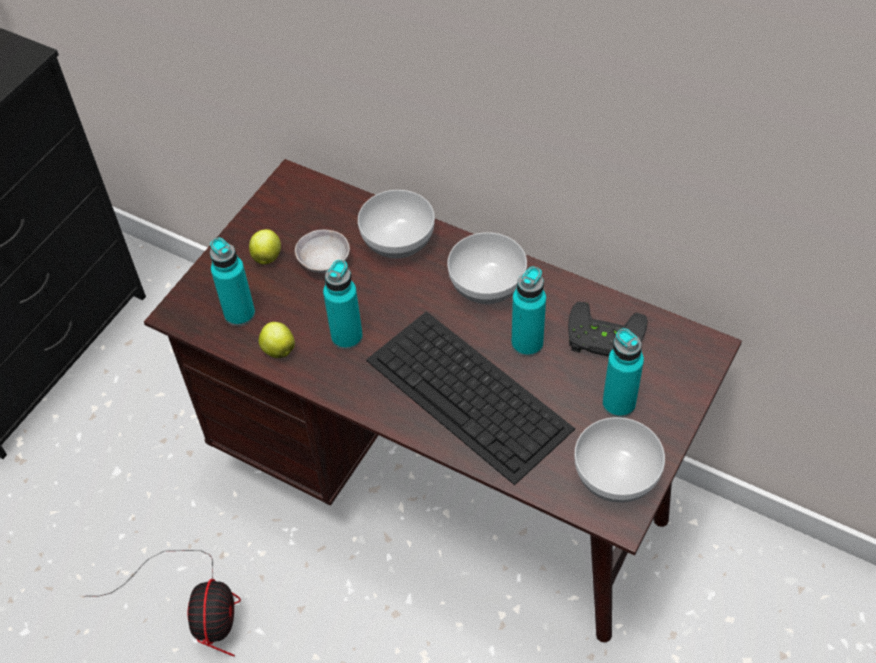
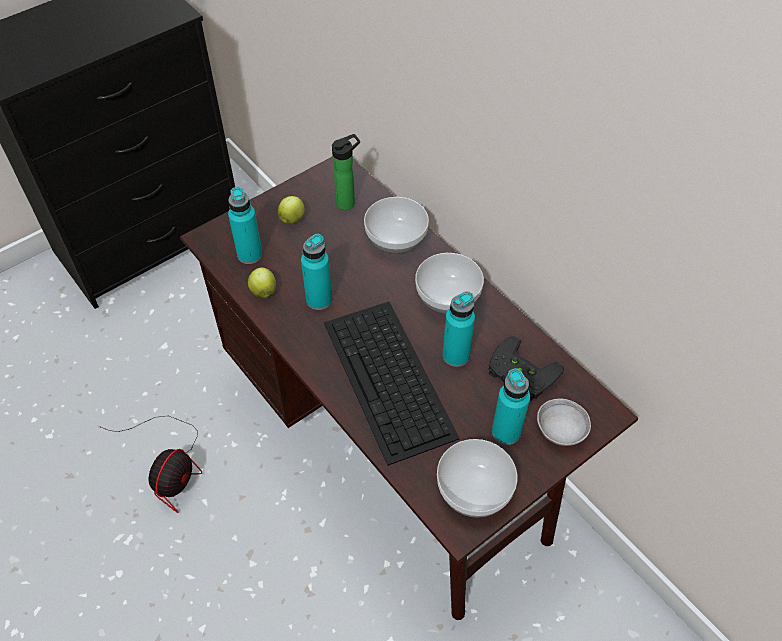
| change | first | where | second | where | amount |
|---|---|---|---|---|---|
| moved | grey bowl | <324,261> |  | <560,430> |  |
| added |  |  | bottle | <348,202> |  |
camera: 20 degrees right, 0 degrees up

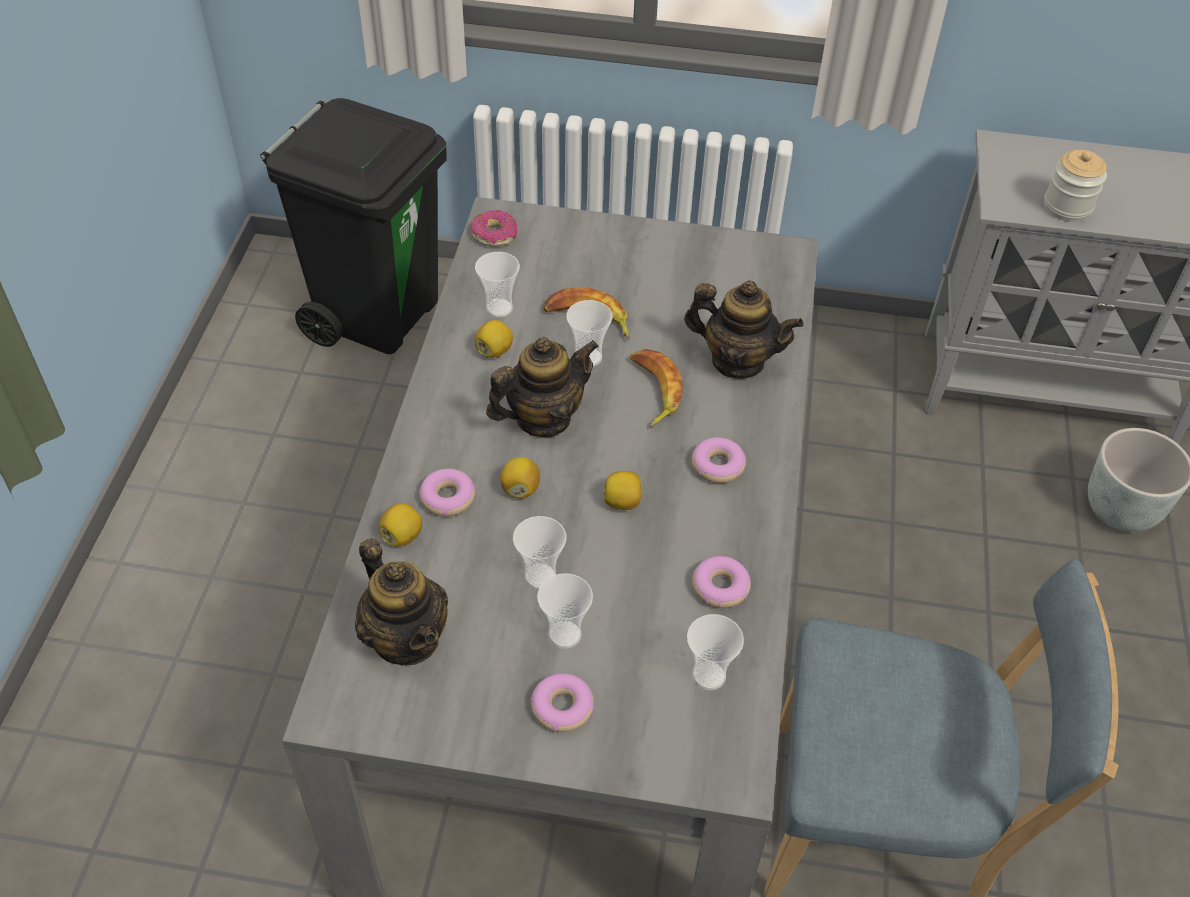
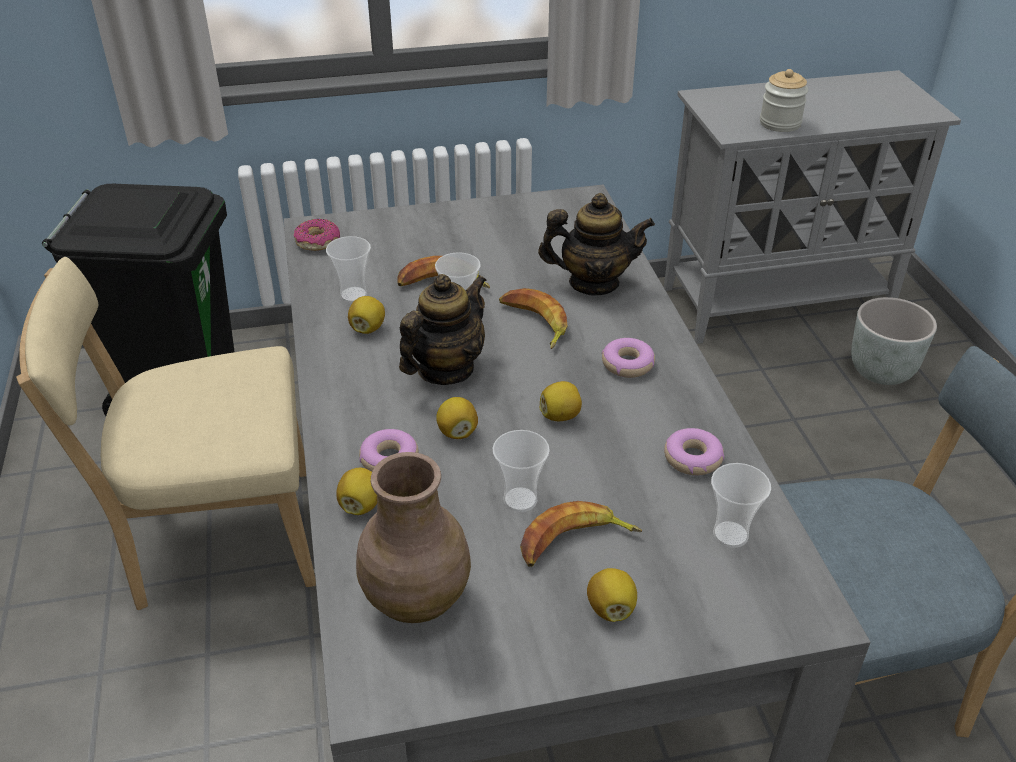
| change | first | where | second | where | amount |
|---|---|---|---|---|---|
| replaced | teapot | <406,639> | brown vase | <416,597> |  |
| replaced | donut | <562,707> | lemon | <611,608> |  |
| replaced | cup | <564,634> | banana | <574,542> |  |
| added |  |  | beige chair | <216,539> |  |
camera: 20 degrees left, 10 degrees down

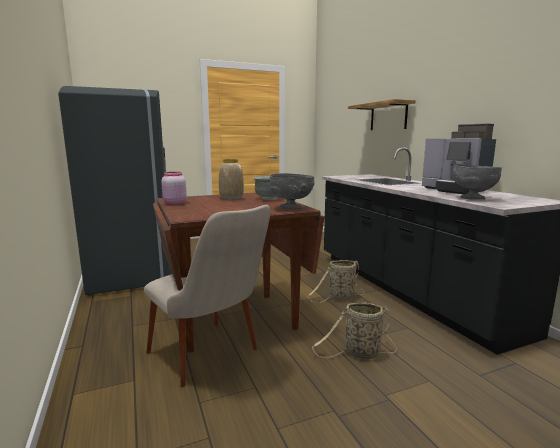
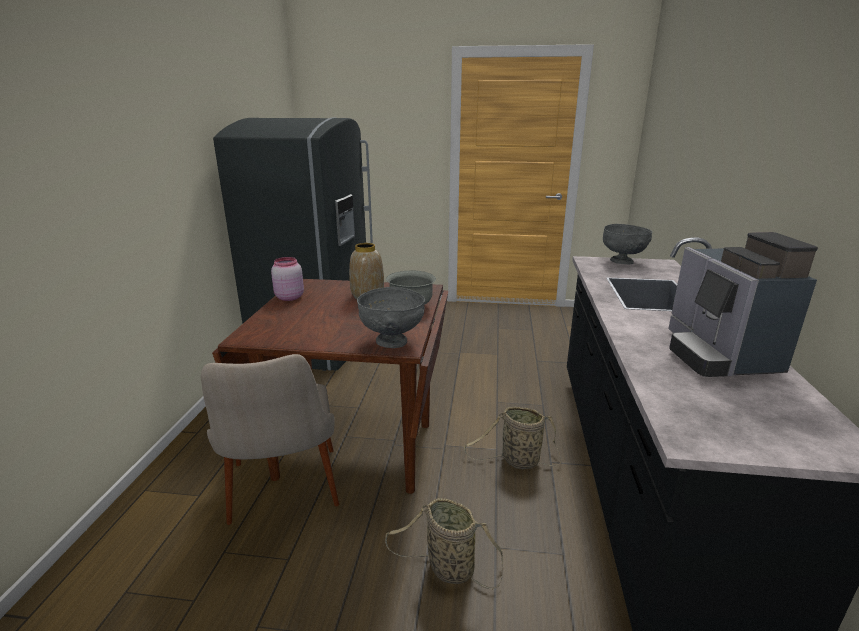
| change | first | where | second | where | amount |
|---|---|---|---|---|---|
| removed | shelf | <388,116> |  |  |  |
| moved | grey bowl | <473,199> |  | <622,262> |  |
camera: 30 degrees right, 10 degrees up

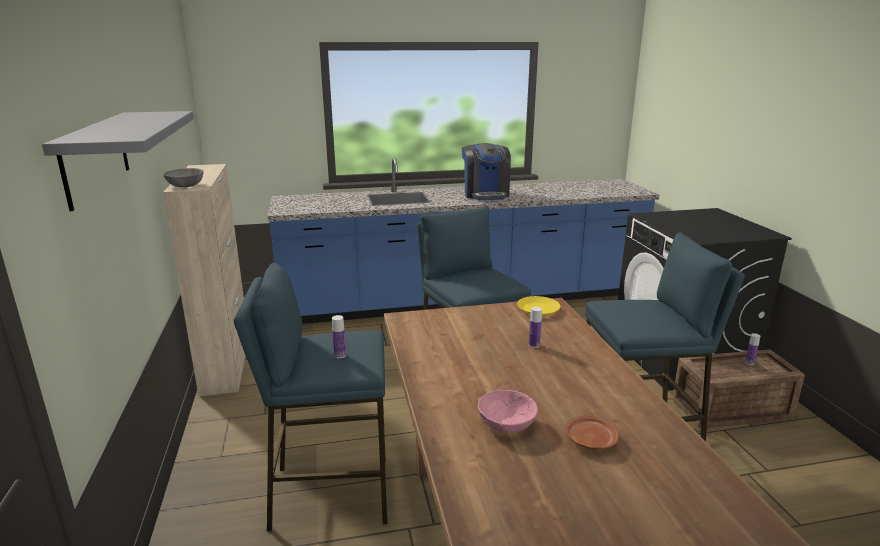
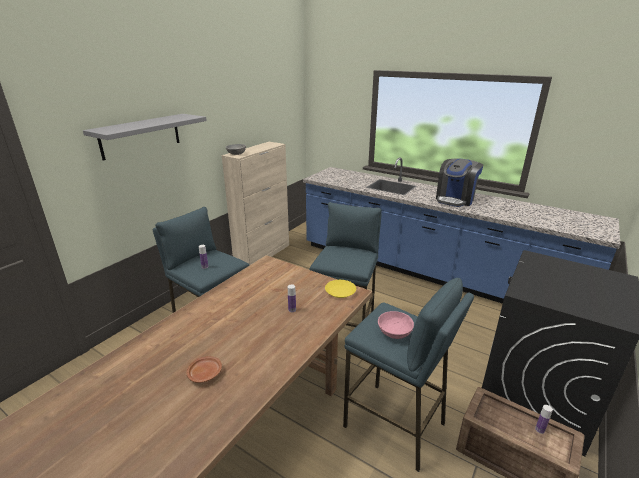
| change | first | where | second | where | amount |
|---|---|---|---|---|---|
| moved | pink bowl | <506,423> |  | <394,332> |  |
camera: 45 degrees right, 5 degrees up

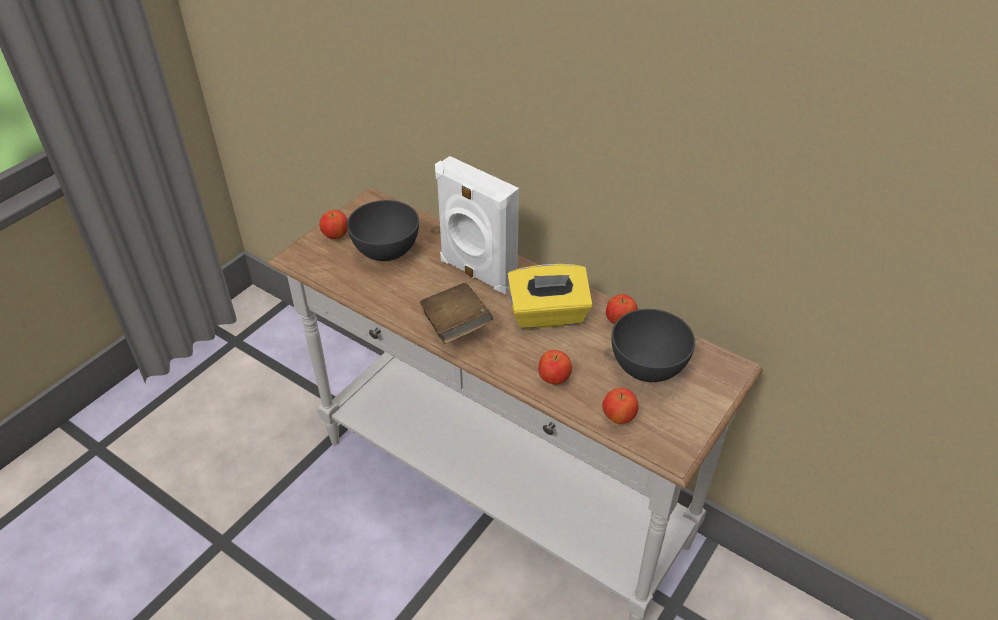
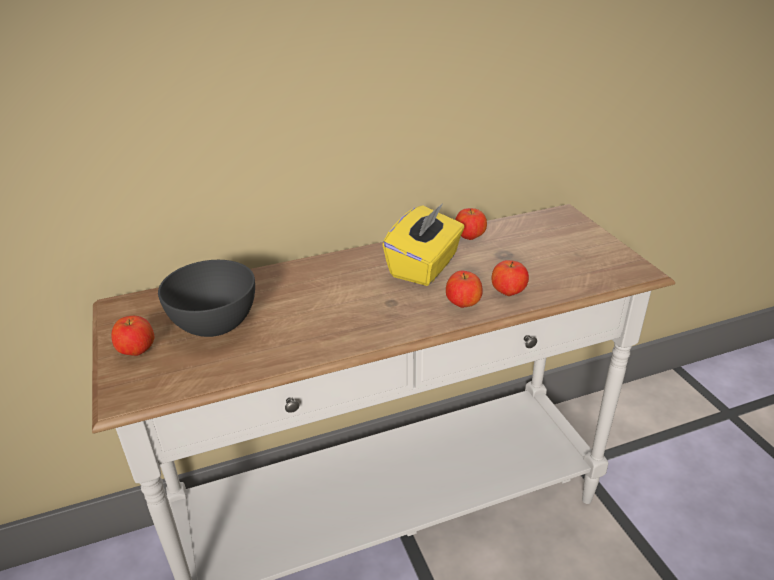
| change | first | where | second | where | amount |
|---|---|---|---|---|---|
| removed | brown book | <455,326> |  |  |  |
| removed | white speaker | <476,273> |  |  |  |
| moved | apple | <618,417> |  | <463,304> |  |
| removed | grey bowl | <647,367> |  |  |  |
camera: 55 degrees left, 10 degrees down

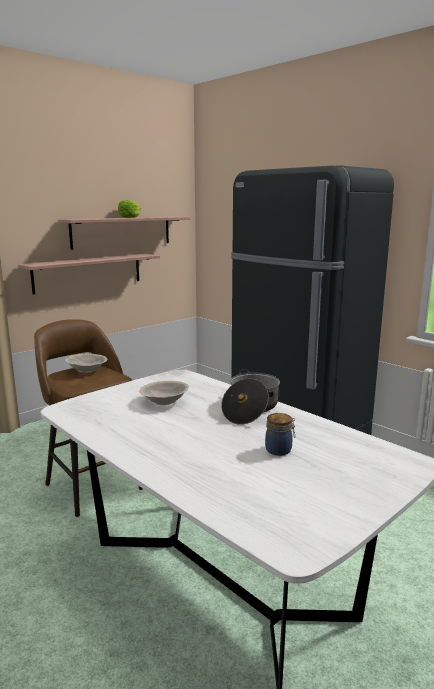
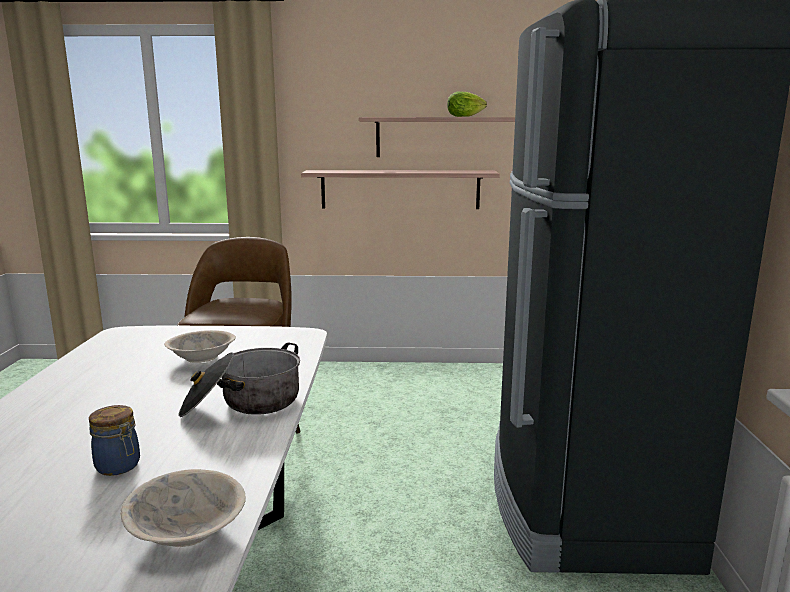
| change | first | where | second | where | amount |
|---|---|---|---|---|---|
| moved | beige bowl | <86,370> |  | <187,531> |  |
camera: 45 degrees right, 0 degrees up

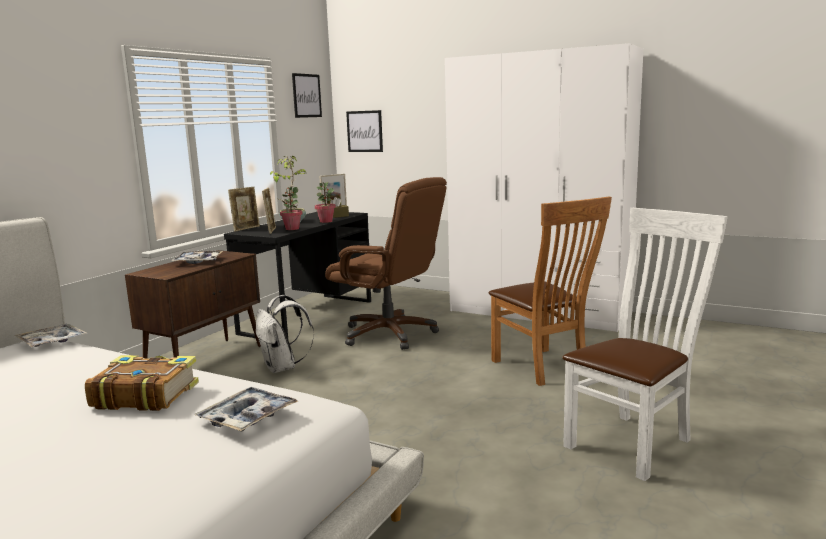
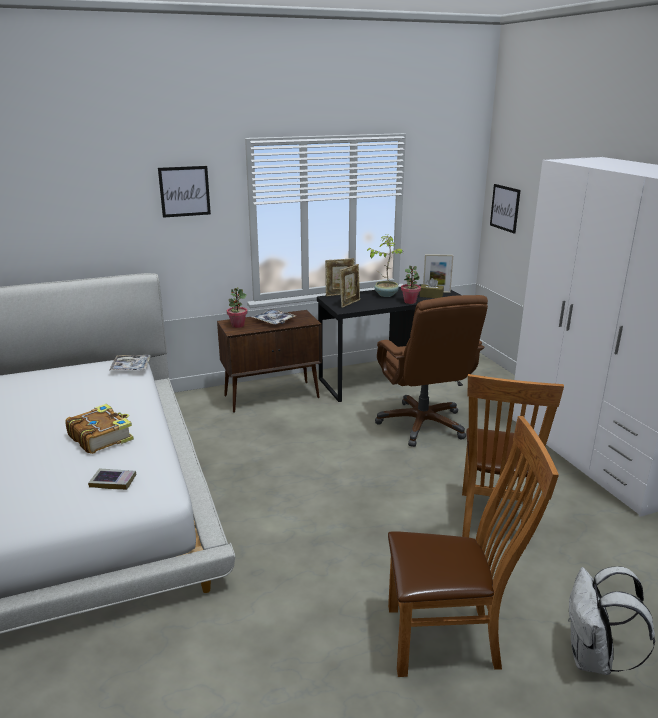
| change | first | where | second | where | amount |
|---|---|---|---|---|---|
| replaced | tray | <247,417> | book | <113,481> |  |
| moved | white backpack | <282,368> |  | <593,658> |  |
| moved | potted plant | <292,229> |  | <237,325> |  |
| moved | picture | <306,95> |  | <184,191> |  |
| recoloured | white chair | <634,442> | brown chair | <450,638> |  |
camera: 40 degrees right, 10 degrees up

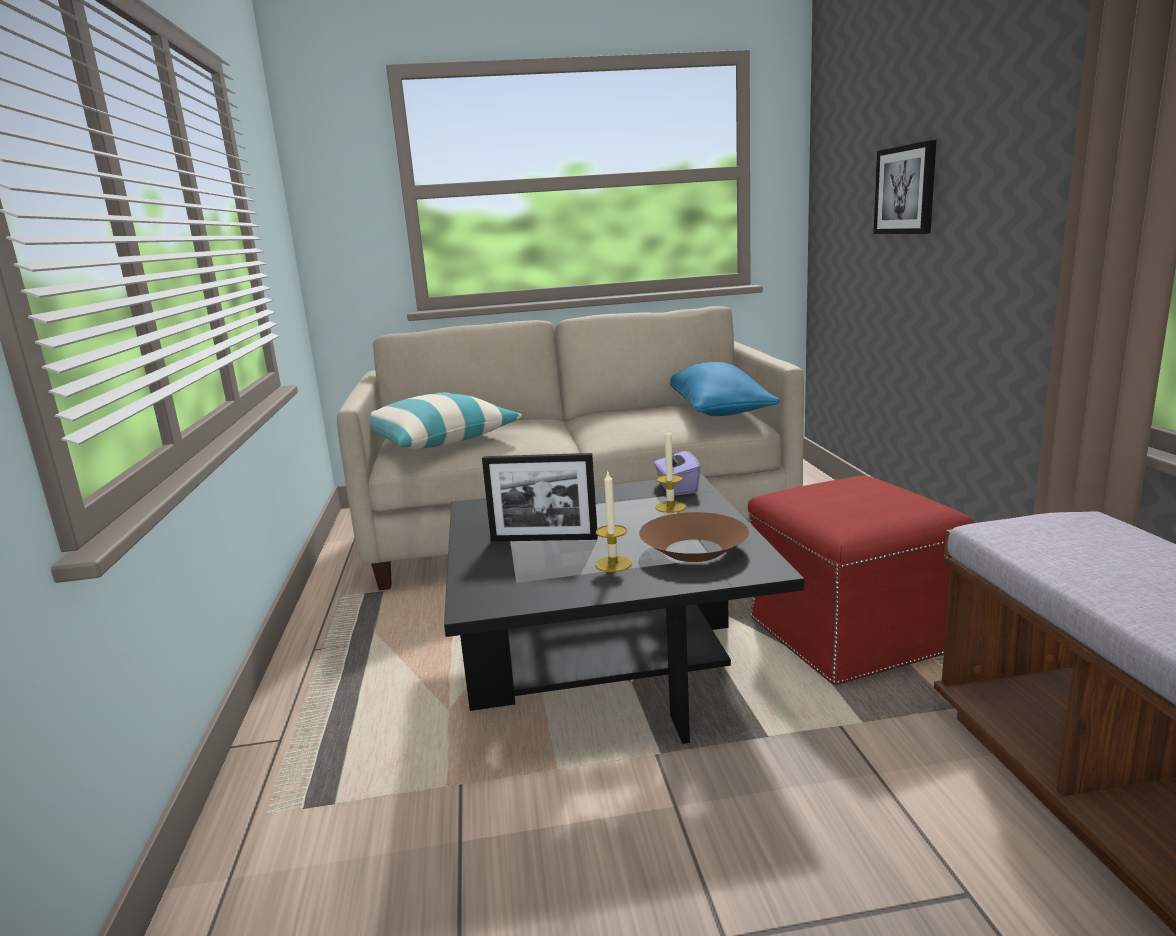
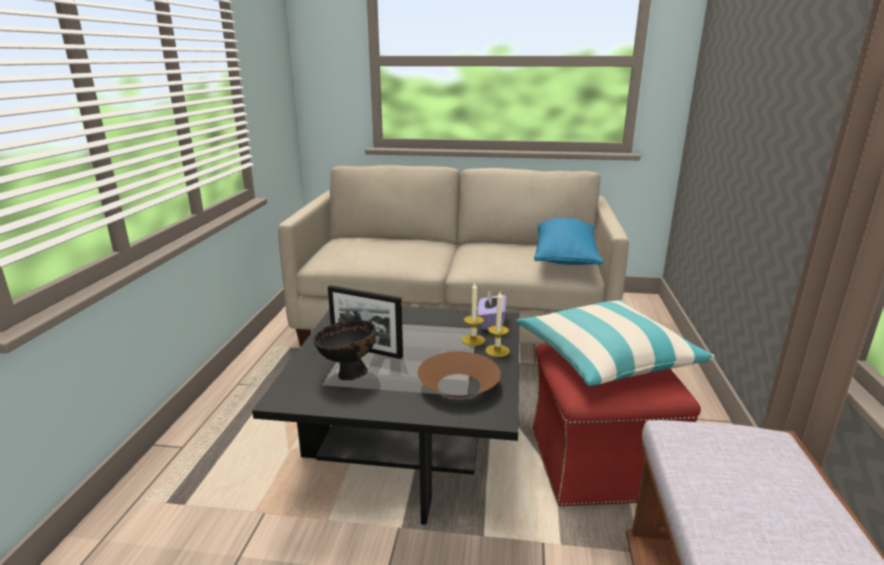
| change | first | where | second | where | amount |
|---|---|---|---|---|---|
| moved | pillow | <436,439> |  | <606,357> |  |
| moved | candle | <613,564> |  | <497,351> |  |
| removed | picture | <906,190> |  |  |  |
| added |  |  | black bowl | <348,375> |  |
camera: 15 degrees right, 5 degrees up

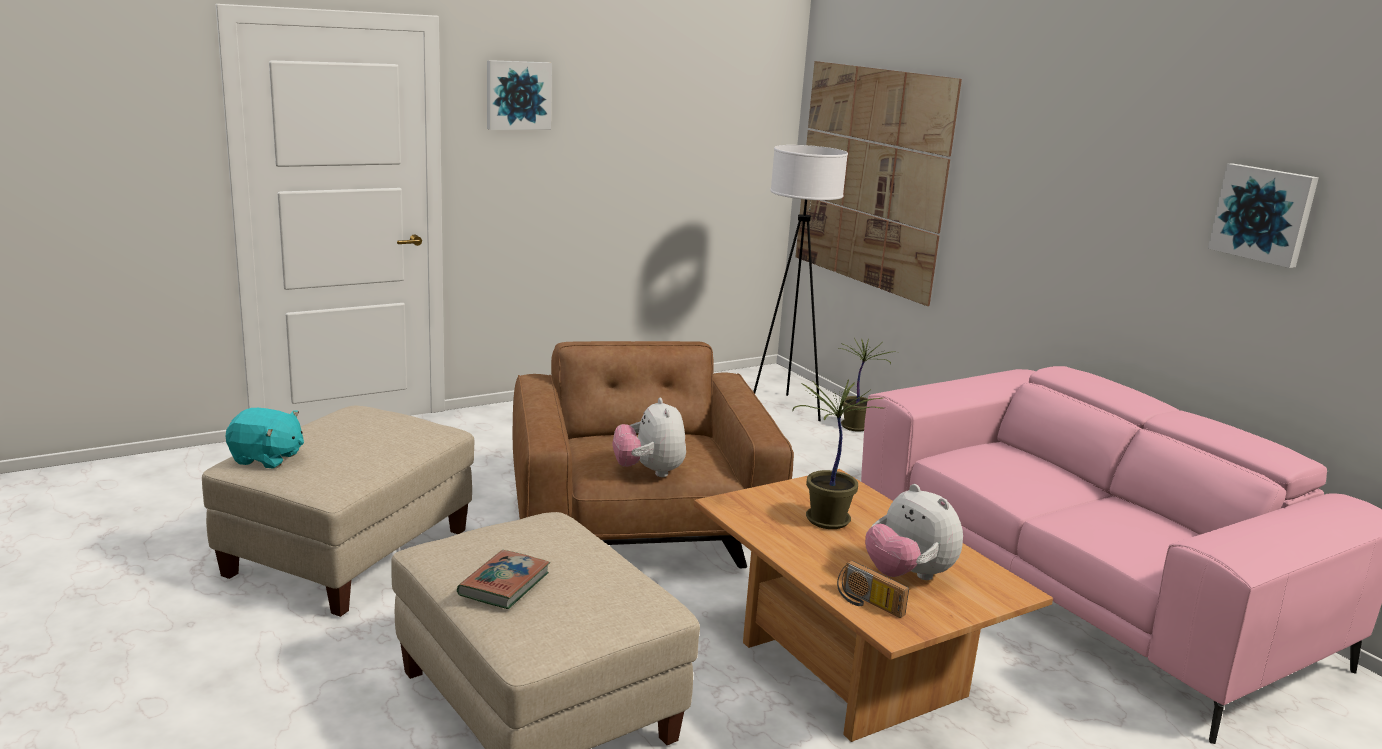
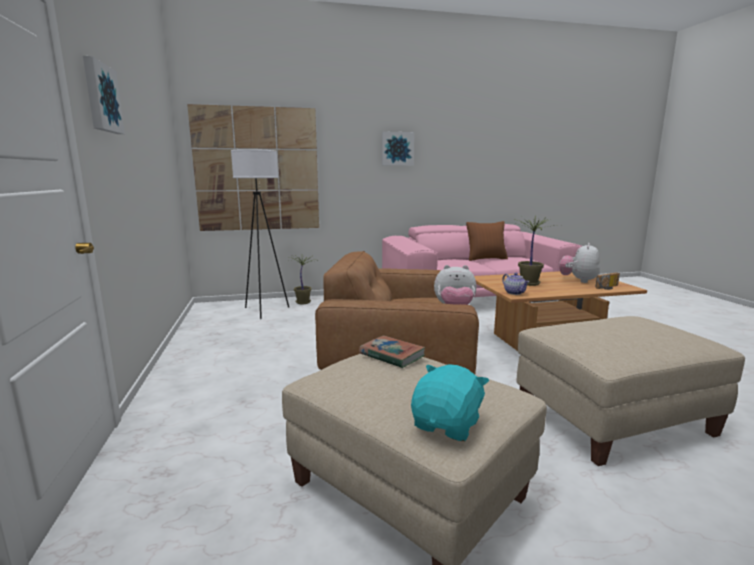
| change | first | where | second | where | amount |
|---|---|---|---|---|---|
| moved | book | <504,584> |  | <392,355> |  |
| turned | plush toy | <908,575> |  | <578,280> | 135 degrees clockwise |
| moved | picture | <1263,214> |  | <397,149> |  |
| added |  |  | brown pillow | <486,259> |  |
| added |  |  | teapot | <515,293> |  |
camera: 70 degrees left, 5 degrees down

